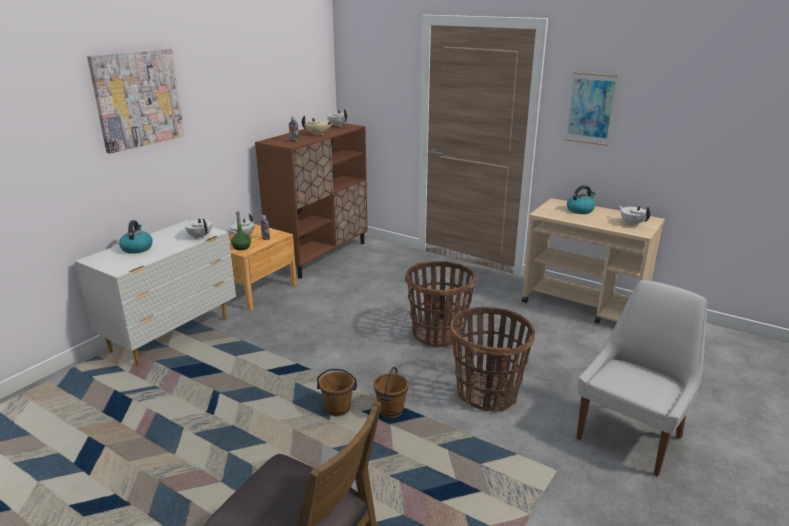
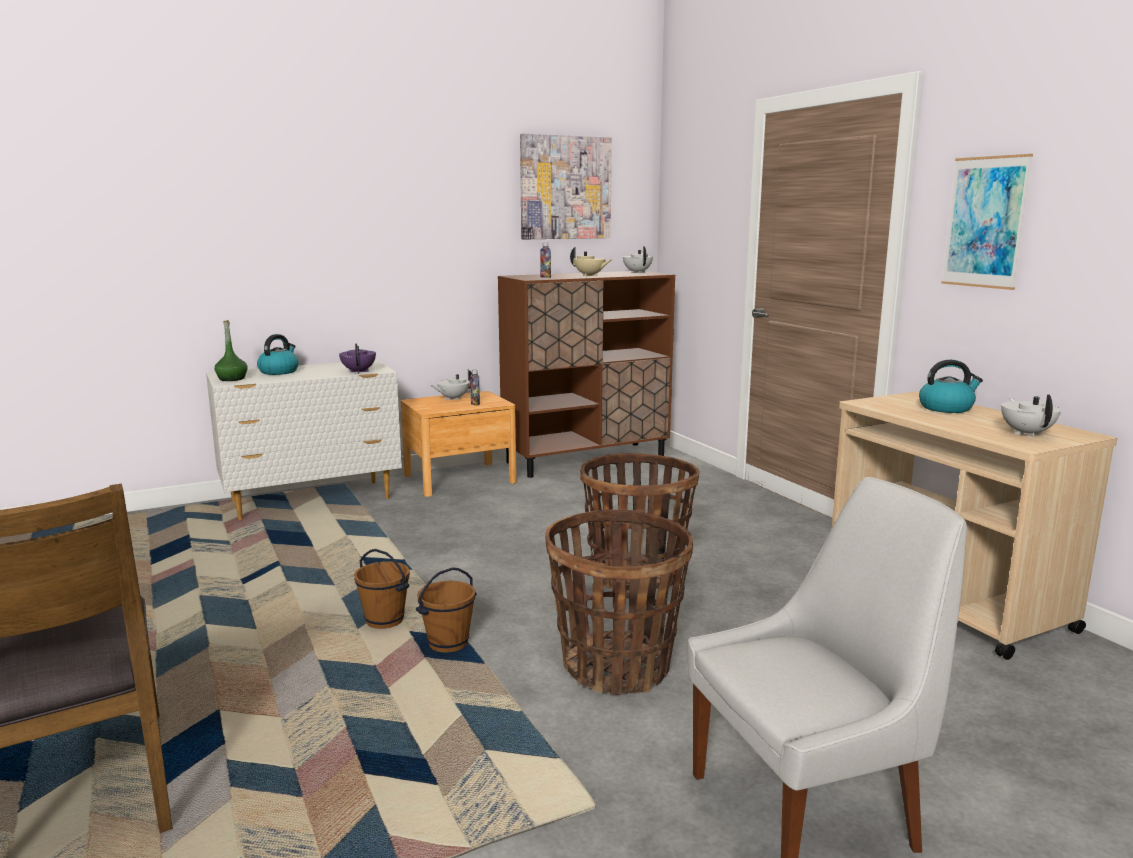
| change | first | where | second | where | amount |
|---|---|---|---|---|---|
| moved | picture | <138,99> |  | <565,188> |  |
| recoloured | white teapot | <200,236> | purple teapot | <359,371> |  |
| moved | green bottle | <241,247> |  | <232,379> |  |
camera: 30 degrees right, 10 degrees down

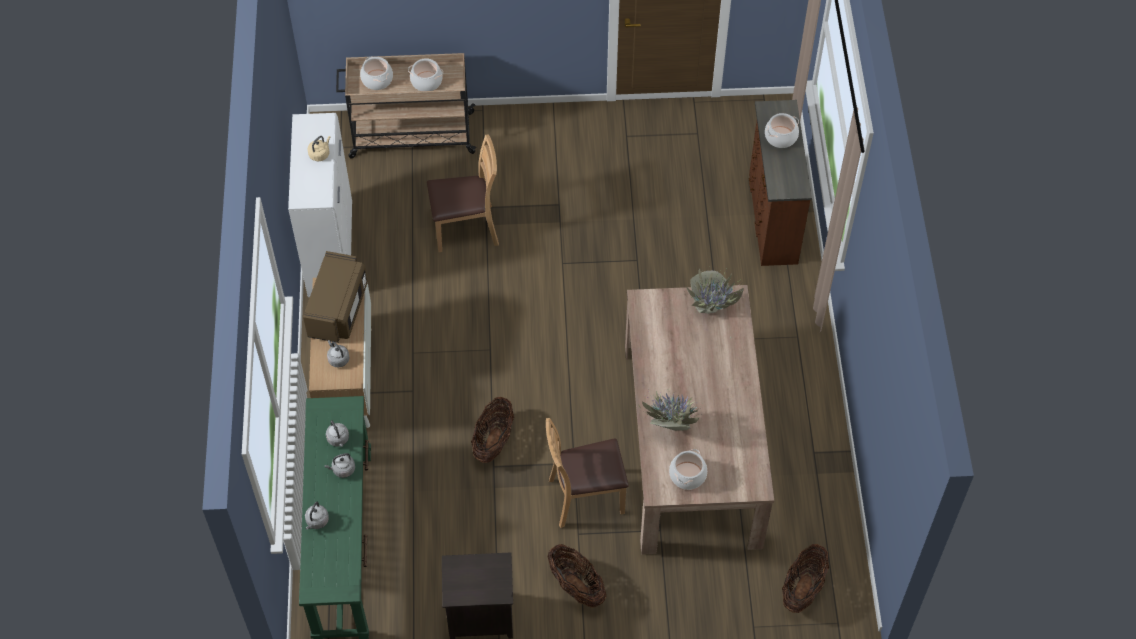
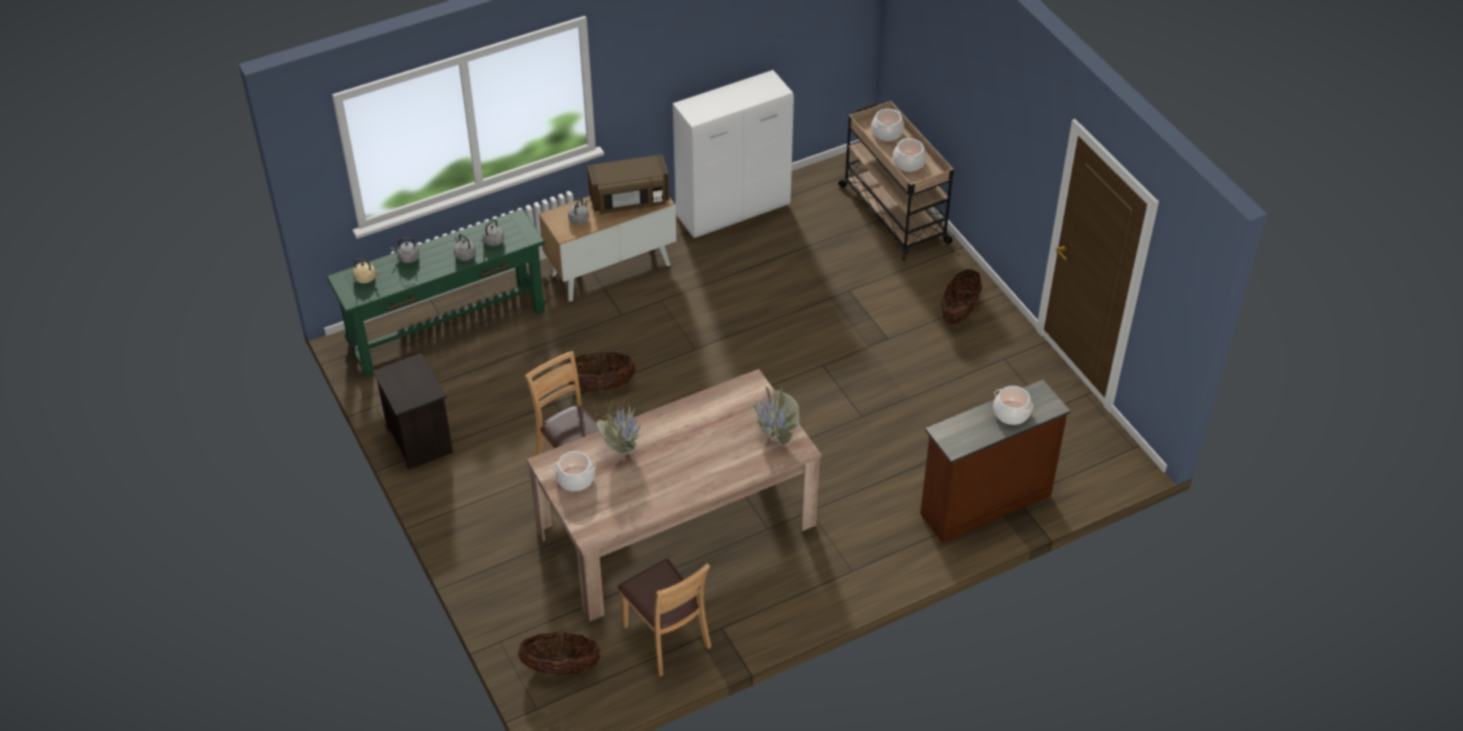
| change | first | where | second | where | amount |
|---|---|---|---|---|---|
| moved | beige kettle | <320,154> |  | <366,278> |  |
| moved | brown chair | <466,229> |  | <666,638> |  |
| moved | basket | <576,586> |  | <959,311> |  |
camera: 65 degrees right, 10 degrees down

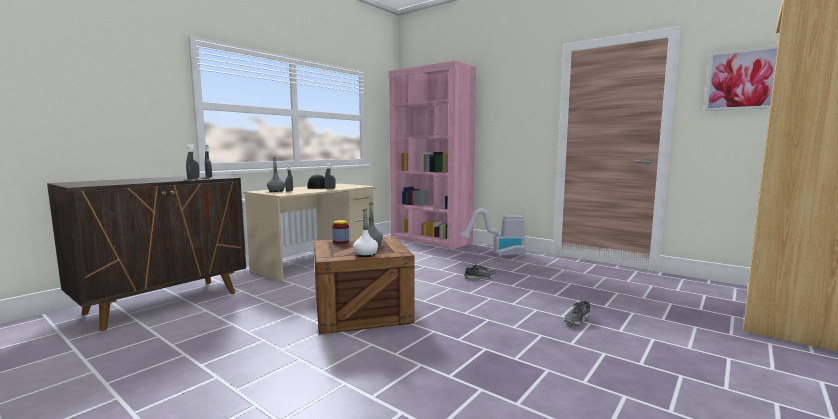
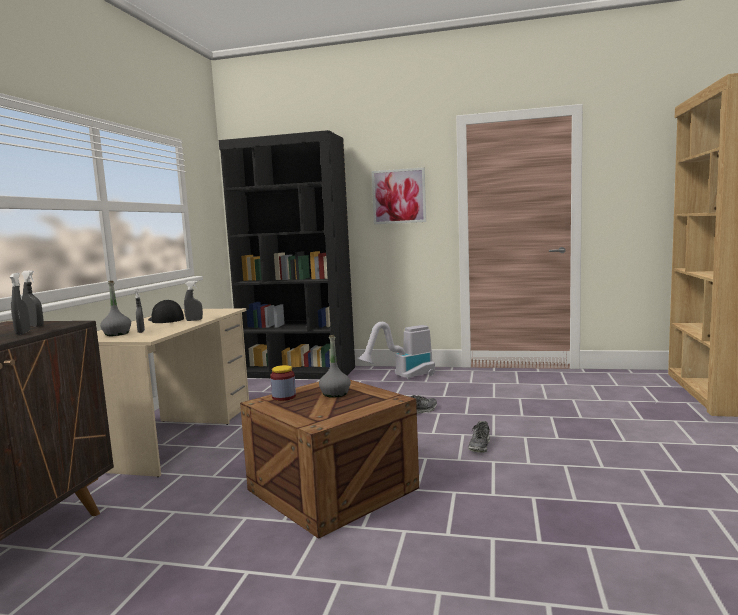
| change | first | where | second | where | amount |
|---|---|---|---|---|---|
| removed | white bottle | <365,255> |  |  |  |
| recoloured | pink bookcase | <430,240> | black bookcase | <298,372> |  |
| moved | shoe | <577,320> |  | <480,445> |  |
| moved | picture | <742,80> |  | <399,196> |  |
camera: 25 degrees left, 0 degrees up

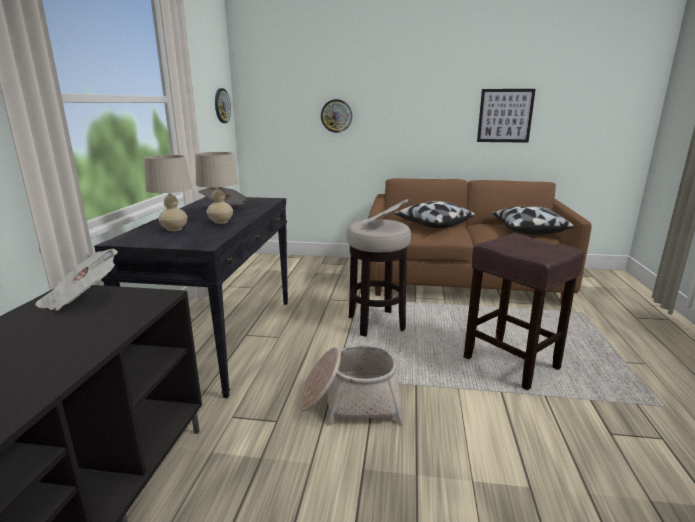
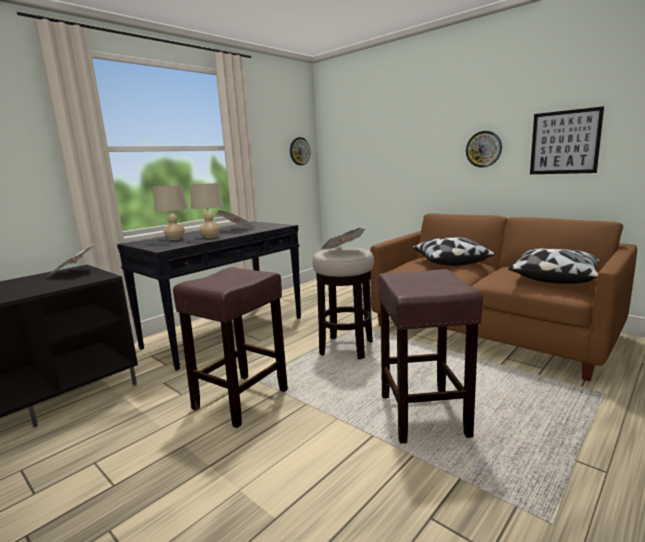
| change | first | where | second | where | amount |
|---|---|---|---|---|---|
| replaced | basket | <350,401> | brown stool | <242,398> |  |
| moved | wall clock | <336,116> |  | <483,149> |  |
camera: 35 degrees right, 5 degrees down

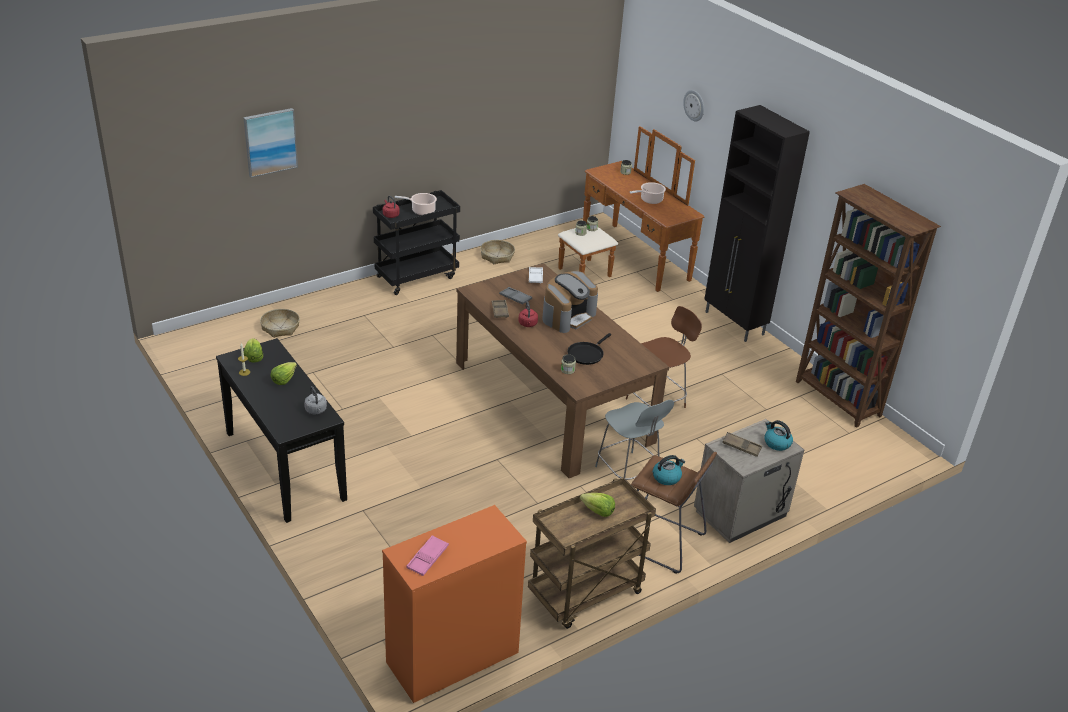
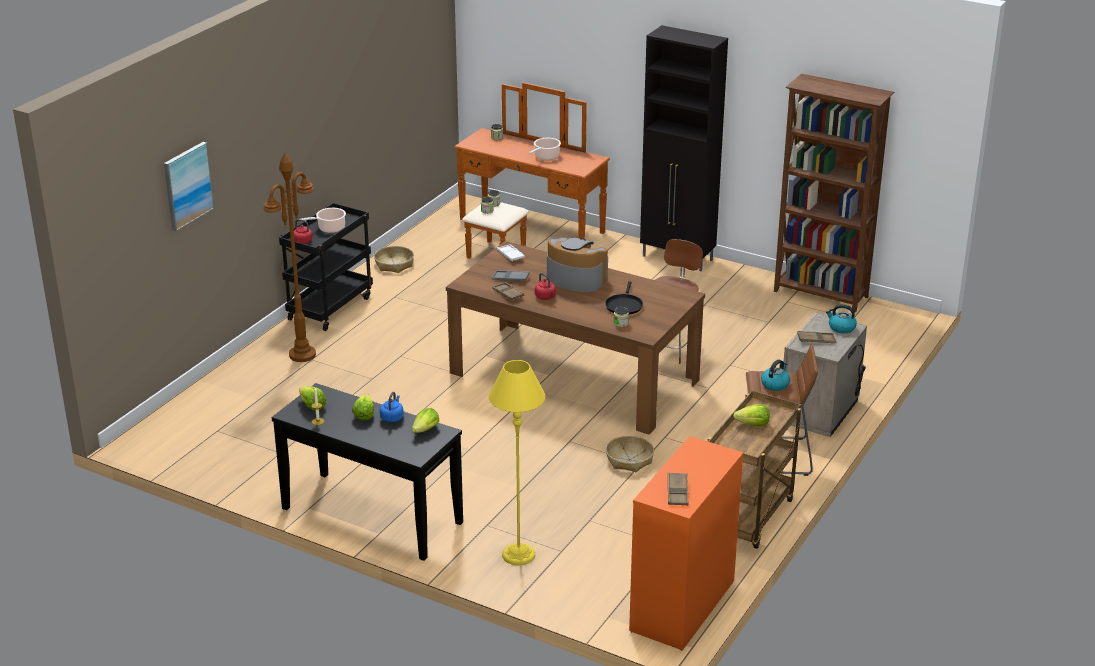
| change | first | where | second | where | amount |
|---|---|---|---|---|---|
| moved | basket | <280,328> |  | <629,460> |  |
| replaced | grey kettle | <316,411> | lettuce | <425,430> |  |
| recoloured | pink tray | <427,558> | brown tray | <677,492> |  |
| turned | coffee machine | <568,316> |  | <575,279> | 75 degrees counterclockwise |
| removed | grey chair | <628,474> |  |  |  |
| removed | wall clock | <694,105> |  |  |  |
| added |  |  | brown floor lamp | <302,355> |  |
| added |  |  | blue kettle | <392,417> |  |
| added |  |  | yellow floor lamp | <519,555> |  |
camera: 25 degrees left, 5 degrees down

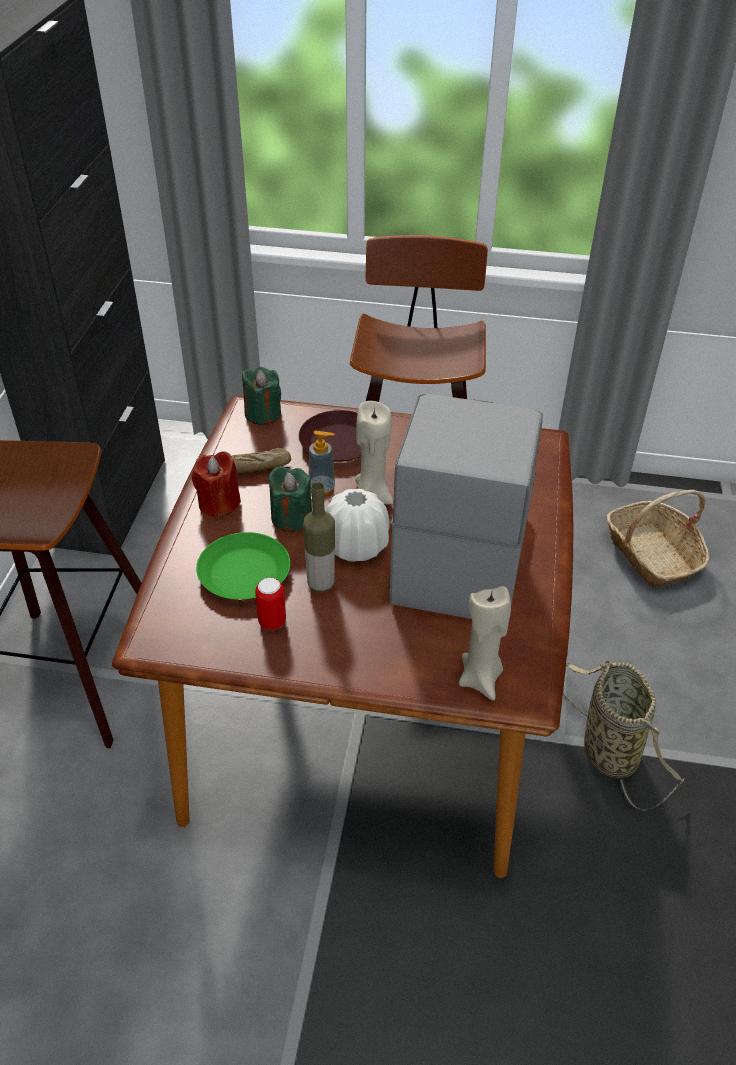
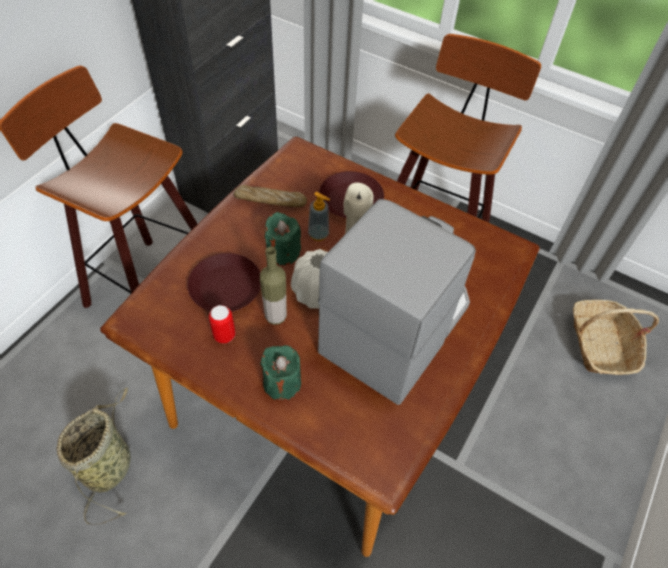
| change | first | where | second | where | amount |
|---|---|---|---|---|---|
| removed | red candle | <219,503> |  |  |  |
| recoloured | green plate | <243,573> | brown plate | <225,287> |  |
| moved | green candle | <263,414> |  | <282,383> |  |
| removed | beige candle | <481,678> |  |  |  |
| moved | basket | <606,749> |  | <110,464> |  |
camera: 20 degrees right, 10 degrees up

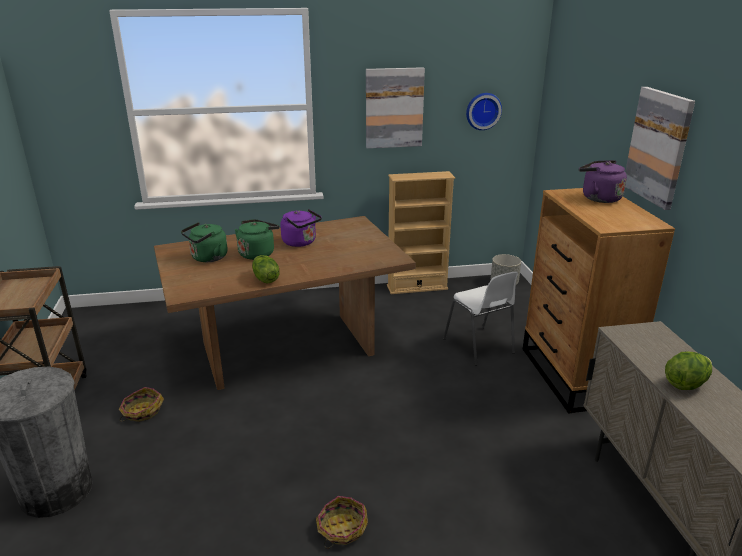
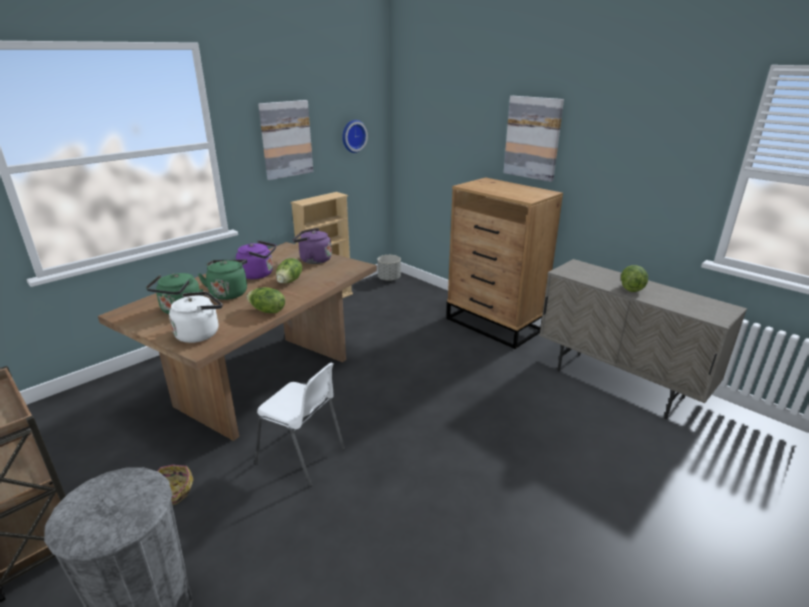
| change | first | where | second | where | amount |
|---|---|---|---|---|---|
| removed | basket | <341,529> |  |  |  |
| moved | white chair | <479,347> |  | <303,457> |  |
| moved | purple kettle | <598,198> |  | <313,260> |  |
| added |  |  | white kettle | <200,333> |  |
| added |  |  | lettuce | <290,281> |  |
camera: 35 degrees left, 0 degrees up

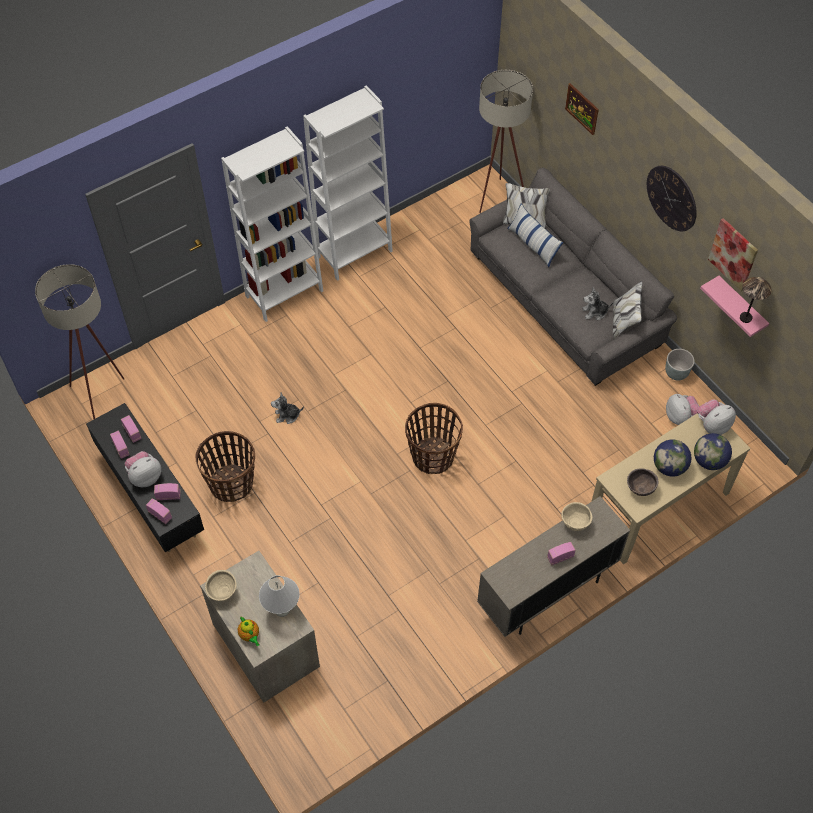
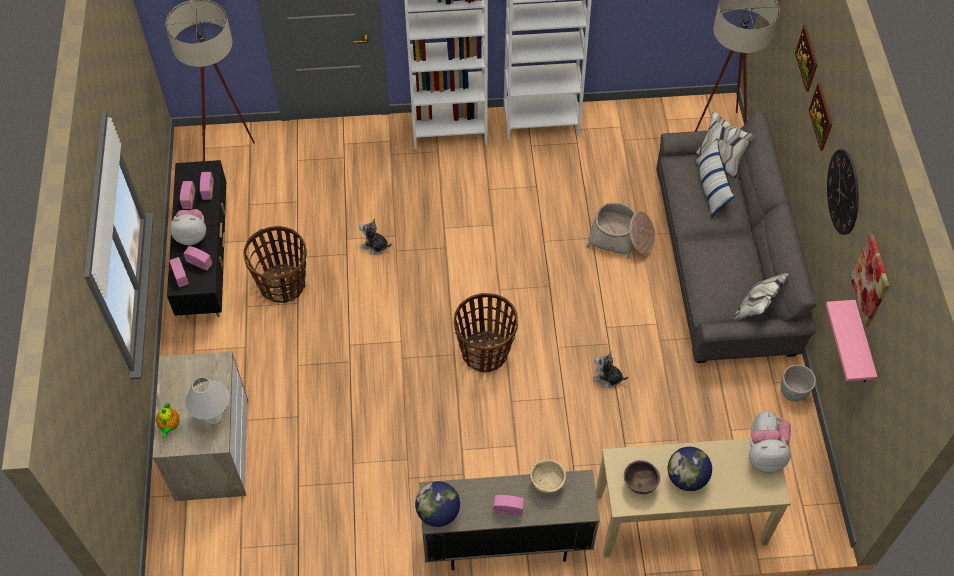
| change | first | where | second | where | amount |
|---|---|---|---|---|---|
| removed | beige bowl | <222,592> |  |  |  |
| moved | plush toy | <595,312> |  | <607,378> |  |
| moved | globe | <709,461> |  | <438,512> |  |
| removed | table lamp | <745,317> |  |  |  |
| added |  |  | basket | <621,238> |  |
| added |  |  | picture | <821,116> |  |
camera: 30 degrees right, 0 degrees up

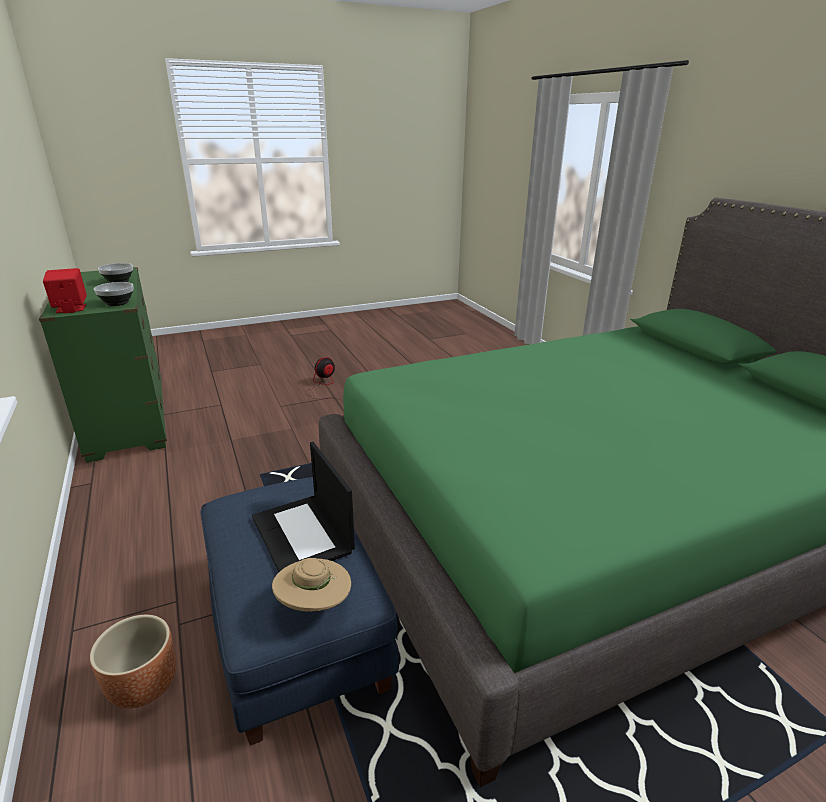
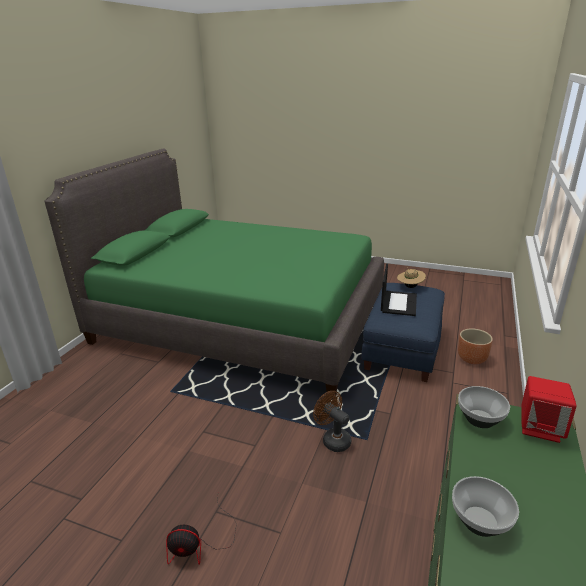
| change | first | where | second | where | amount |
|---|---|---|---|---|---|
| added |  |  | brown fan | <333,439> |  |
camera: 135 degrees left, 0 degrees up

